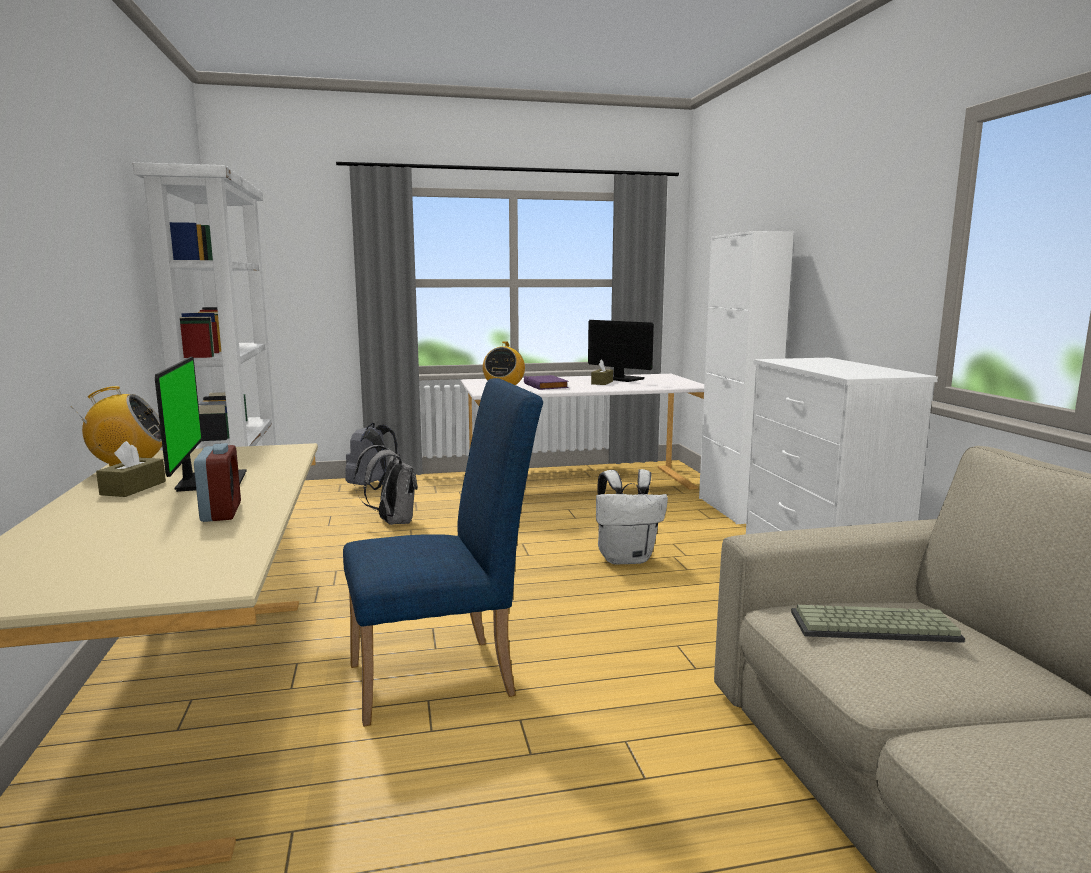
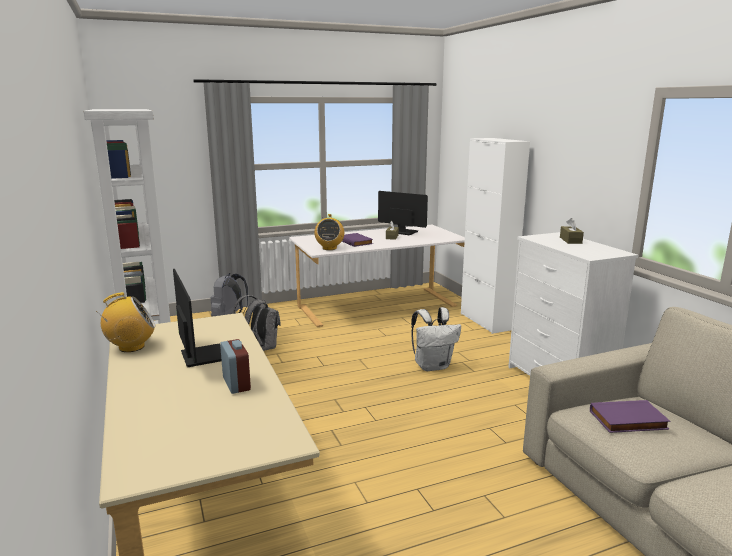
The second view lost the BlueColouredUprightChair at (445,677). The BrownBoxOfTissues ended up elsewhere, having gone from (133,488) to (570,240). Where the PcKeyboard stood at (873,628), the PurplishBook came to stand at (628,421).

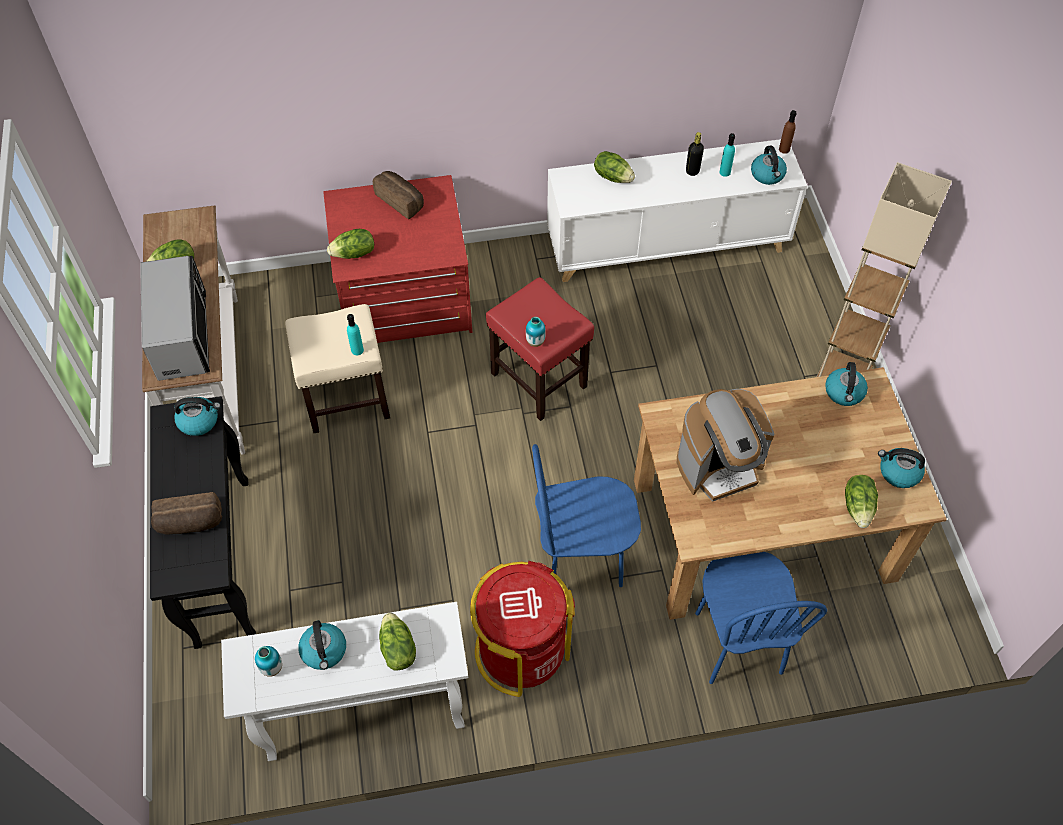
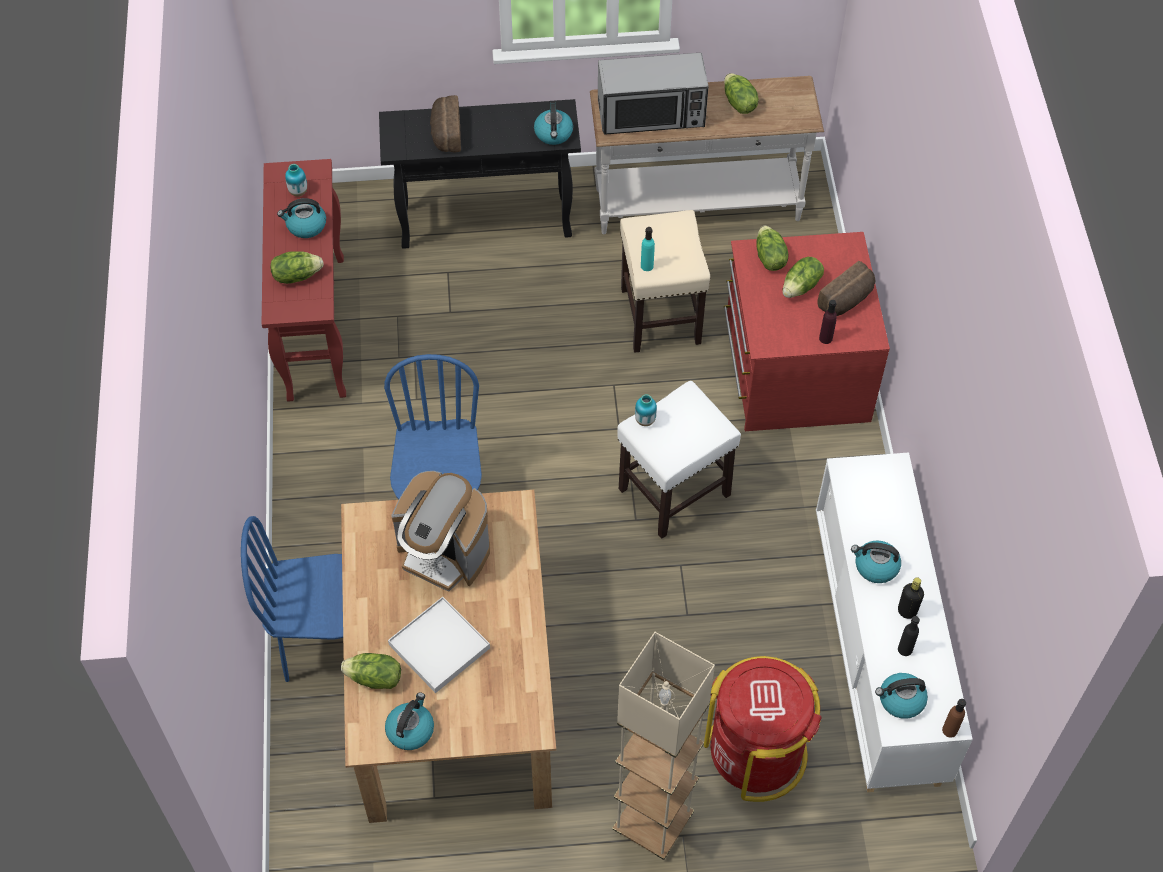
The second view gained the WhitishServingTray at (439,646). The second view gained the PurplishDrinkBottle at (825,338). The RedWasteBin ended up elsewhere, having gone from (521,650) to (756,752). The Lettuce ended up elsewhere, having gone from (613,176) to (801,287). The Kettle ended up elsewhere, having gone from (844,393) to (875,566). What was the WhitishConsoleTable at (362,715) turned into the RedConsoleTable at (315,326). What was the RedStool at (540,380) turned into the WhitishStool at (673,493). What was the TurquoiseDrinkBottle at (725,172) turned into the BlackColouredDrinkBottle at (905,649). The CoffeeBrewer at (719,467) ended up facing another way, 45 degrees counterclockwise from before.

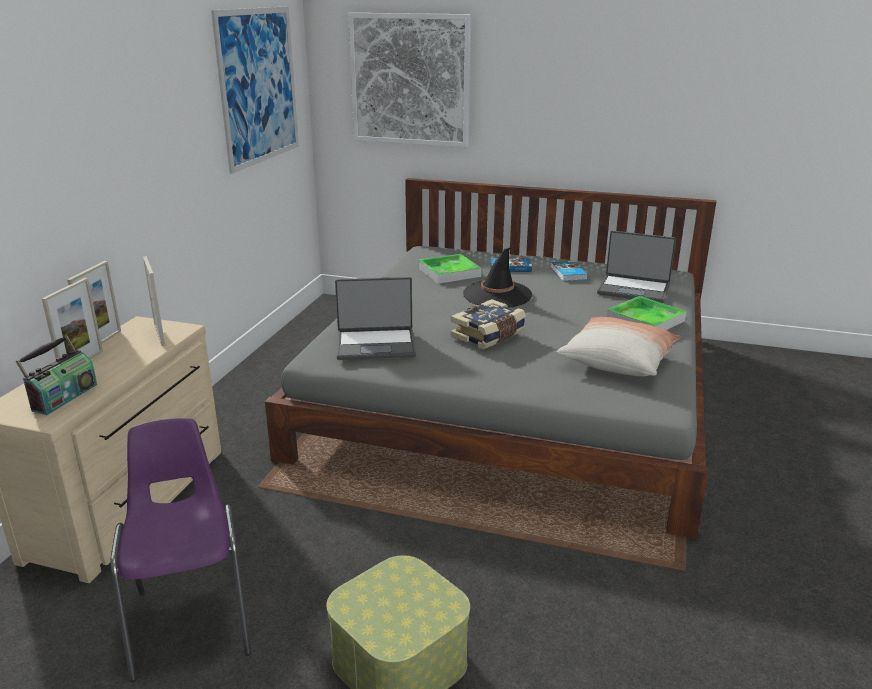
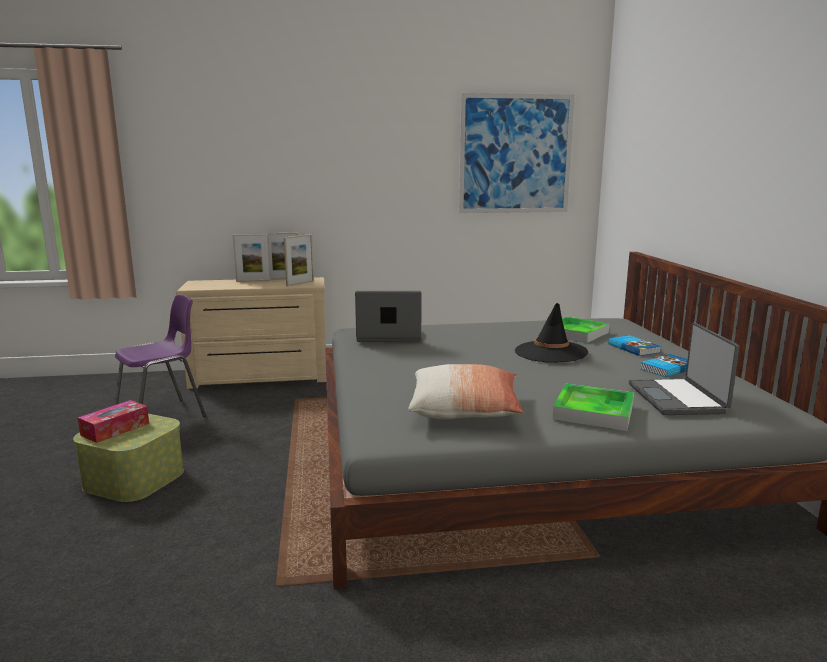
The second view lost the RadioSet at (63,397). The second view lost the Picture at (410,80). The second view lost the Book at (489,335). The second view gained the BoxOfTissues at (115,429). The NotebookComputer at (376,345) ended up facing another way, 120 degrees clockwise from before.

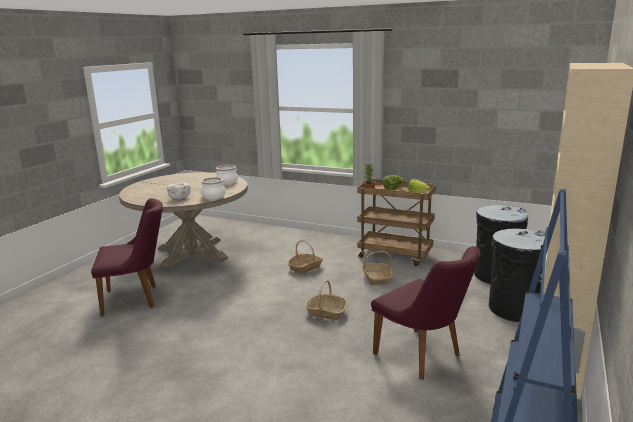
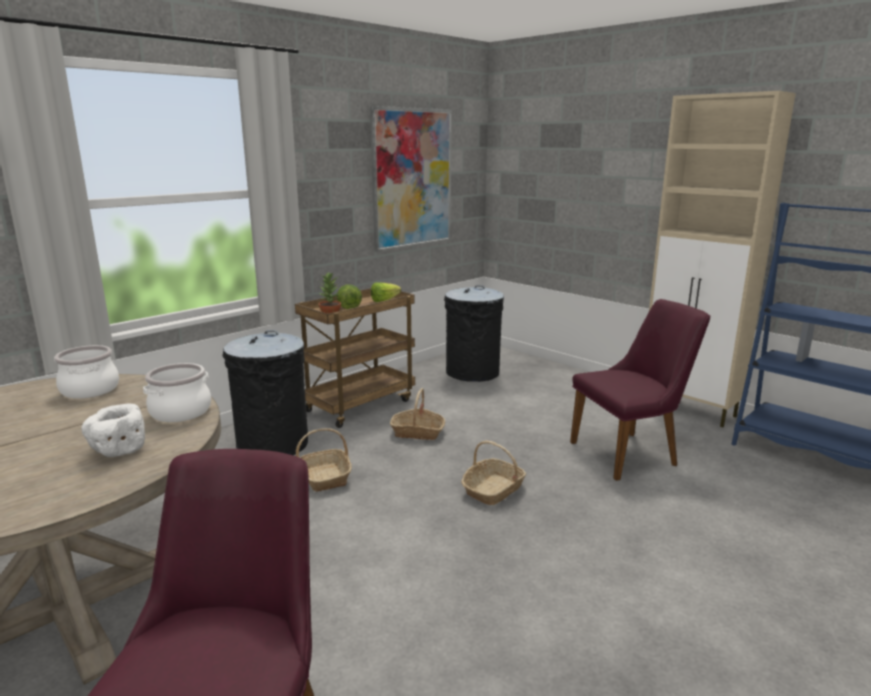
The second view gained the Picture at (412,179). The BlackColouredWasteBin ended up elsewhere, having gone from (514,309) to (272,444).

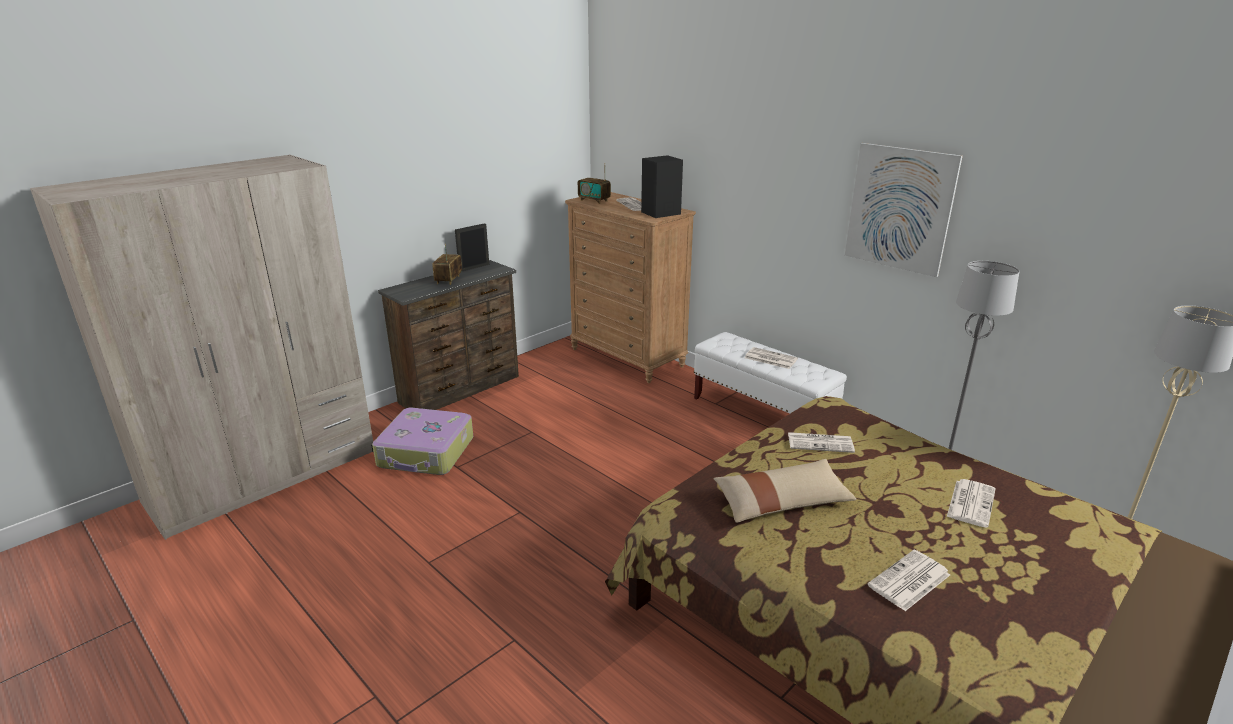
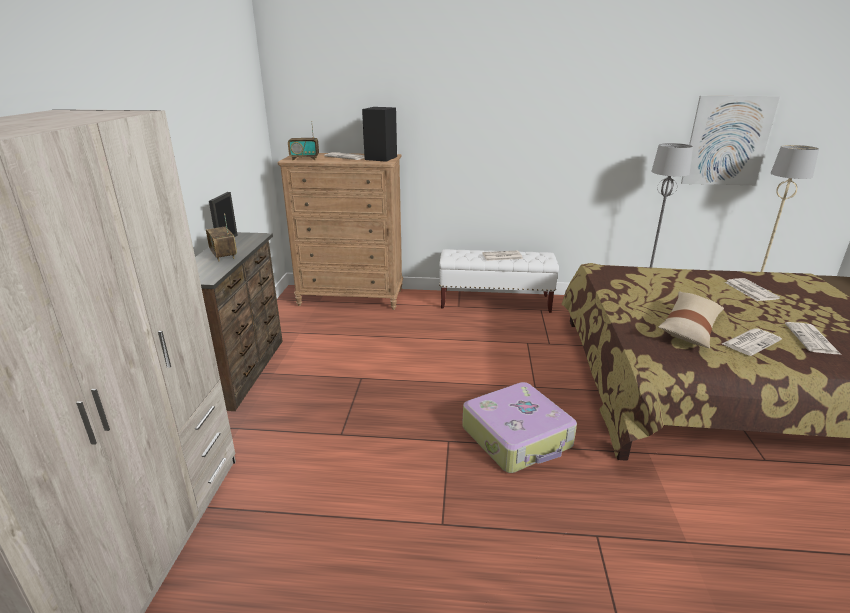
The TravelCase ended up elsewhere, having gone from (426,453) to (517,437). The Newspaper ended up elsewhere, having gone from (821,443) to (751,342). The Picture ended up elsewhere, having gone from (899,209) to (727,141).

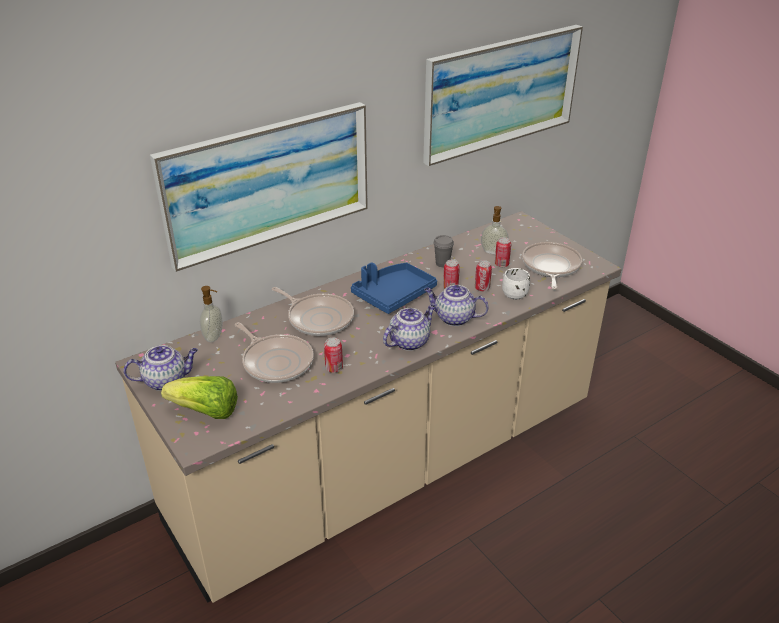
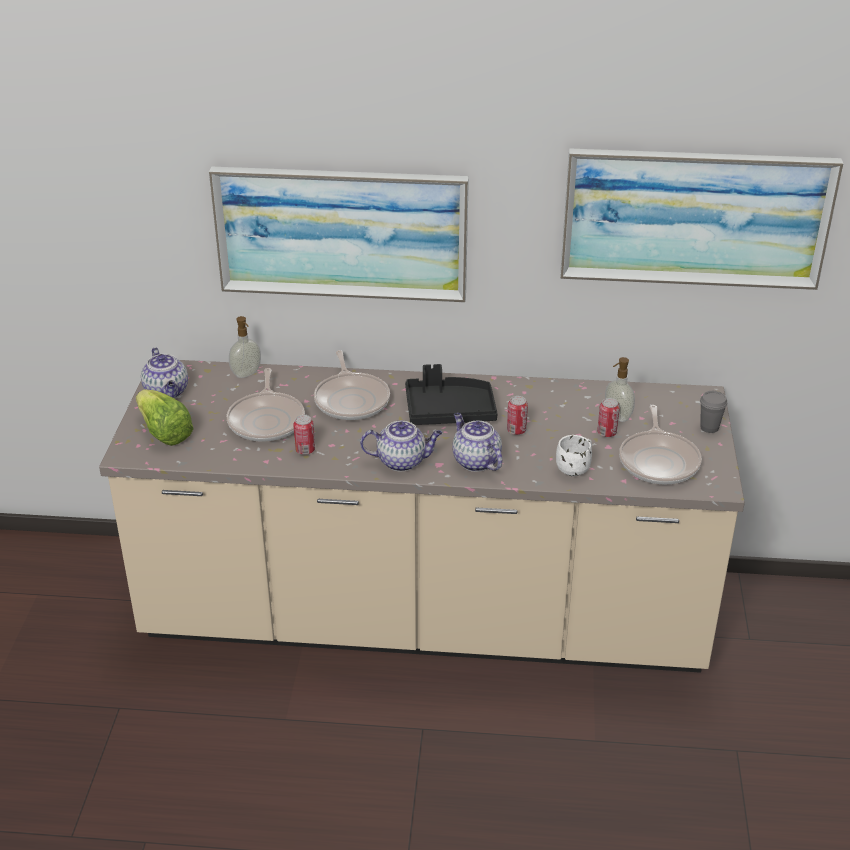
The second view lost the Can at (482,288). The GraySmallCup ended up elsewhere, having gone from (442,263) to (709,427). What was the BlueColouredServingTray at (393,295) turned into the BlackColouredServingTray at (449,411). The PotForTea at (166,380) ended up facing another way, 45 degrees clockwise from before. The FryingPan at (550,267) ended up facing another way, 135 degrees clockwise from before.

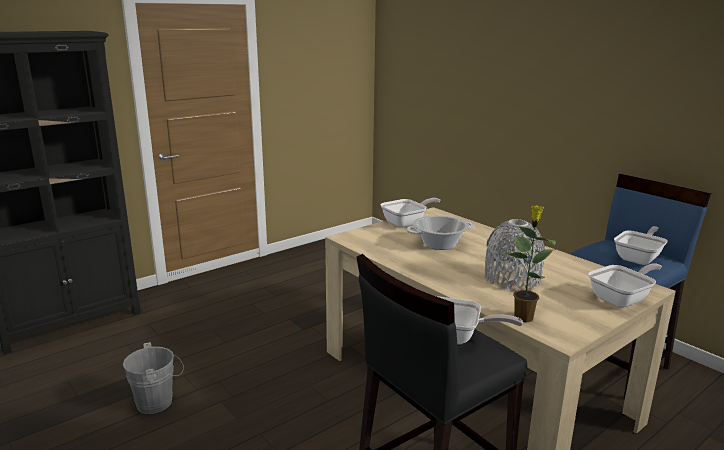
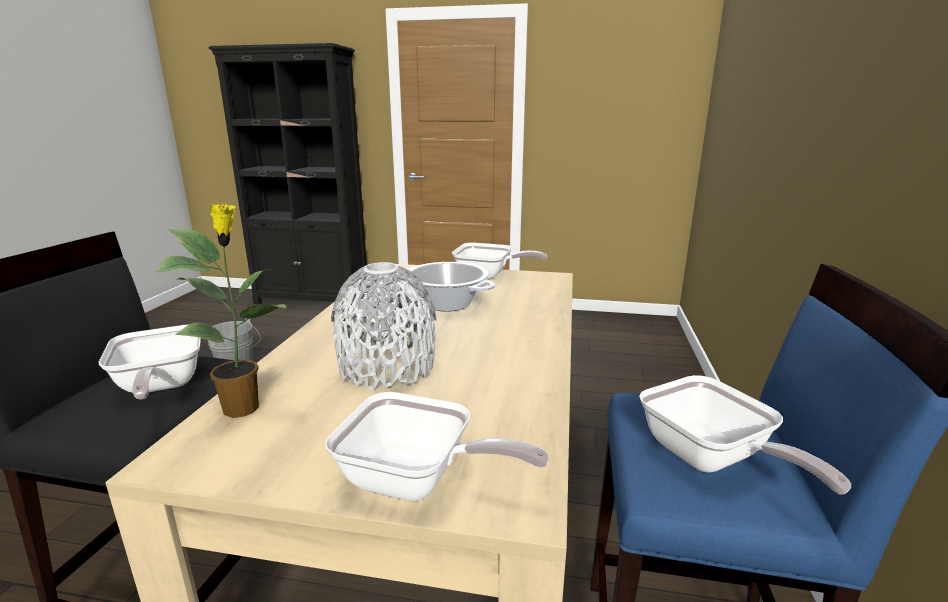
The FryingPan at (639,258) ended up facing another way, 60 degrees clockwise from before.

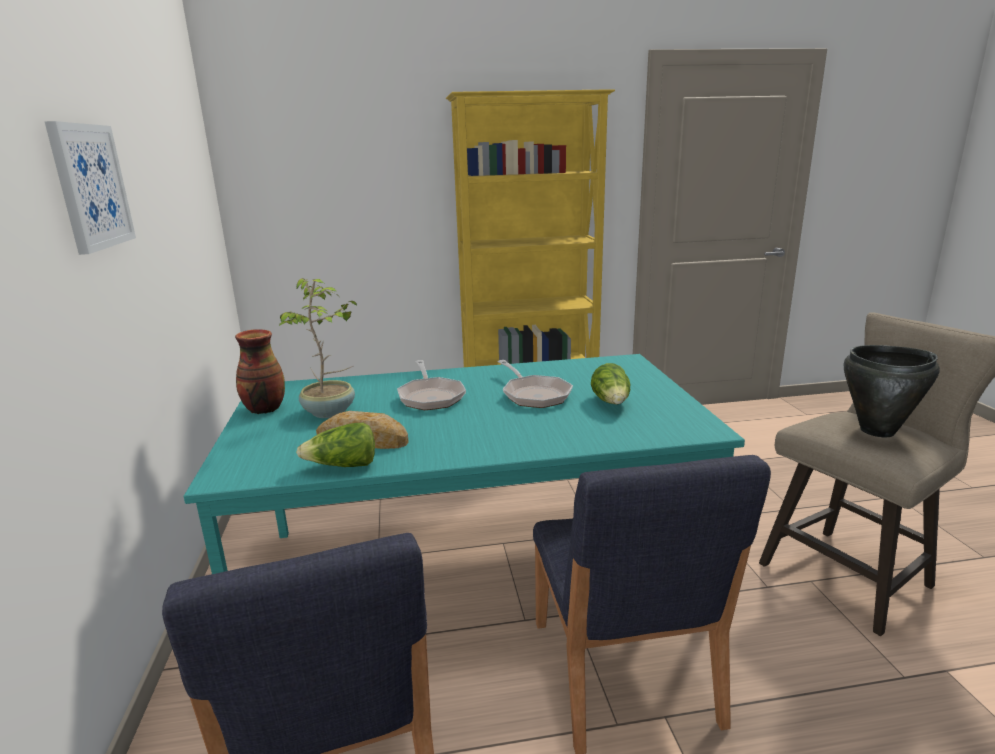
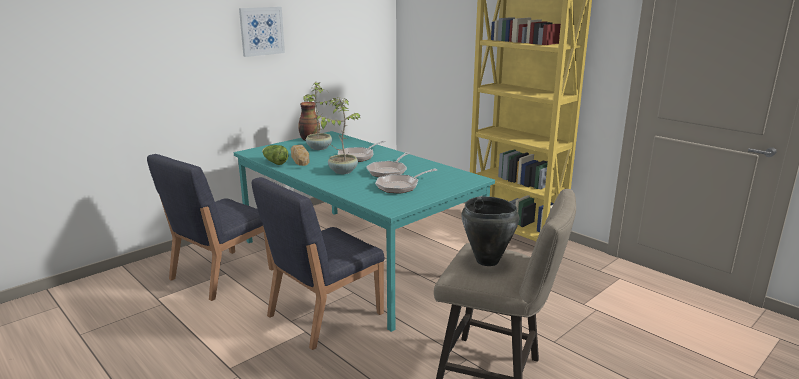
The second view gained the Houseplant at (342,171). Where the Lettuce stood at (611,402), the FryingPan came to stand at (400,186).

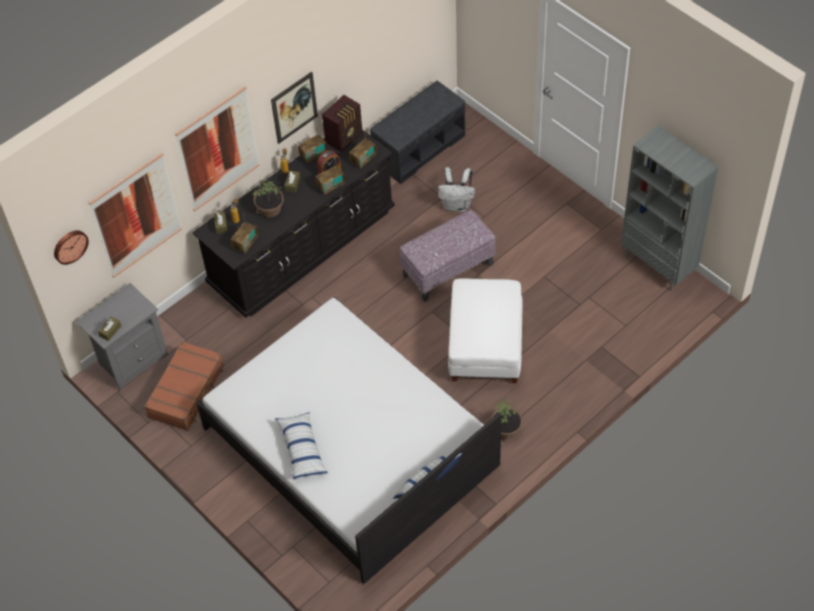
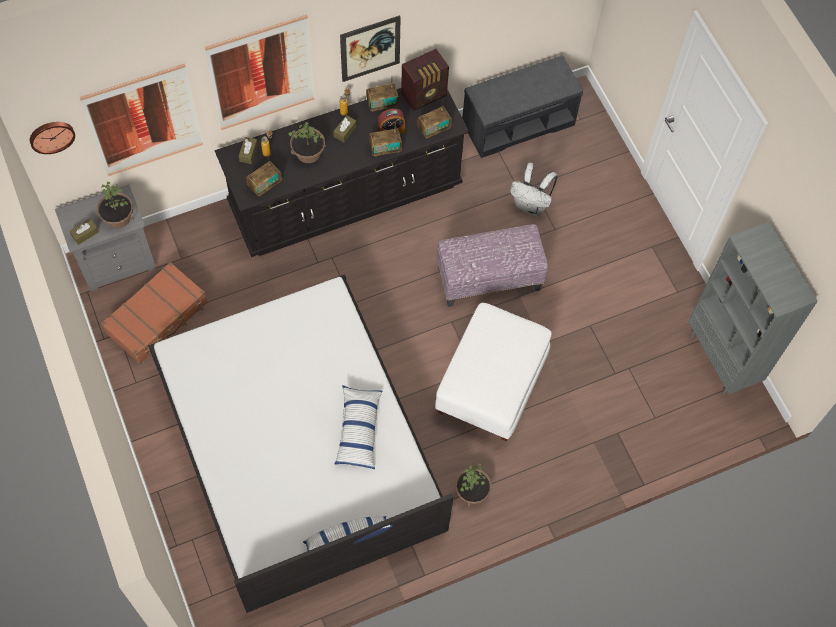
The second view gained the Houseplant at (118,217). The Pillow ended up elsewhere, having gone from (302,450) to (358,430).

